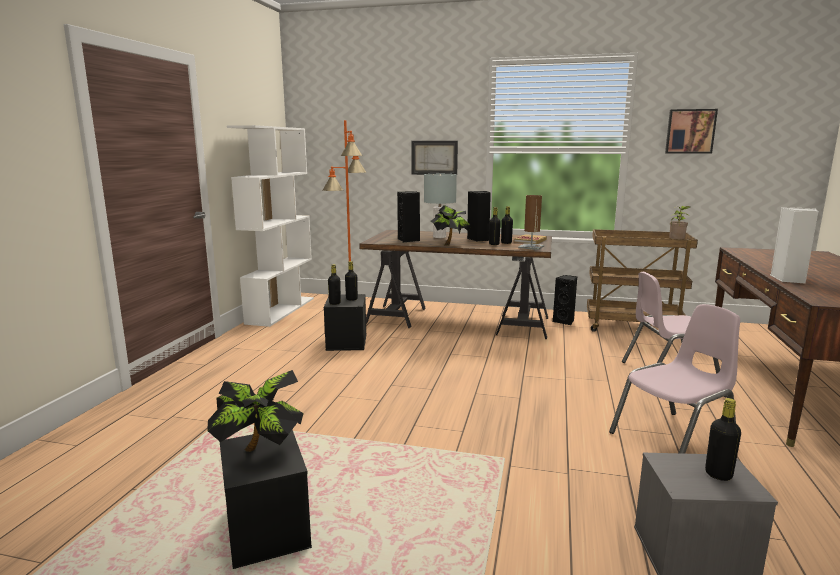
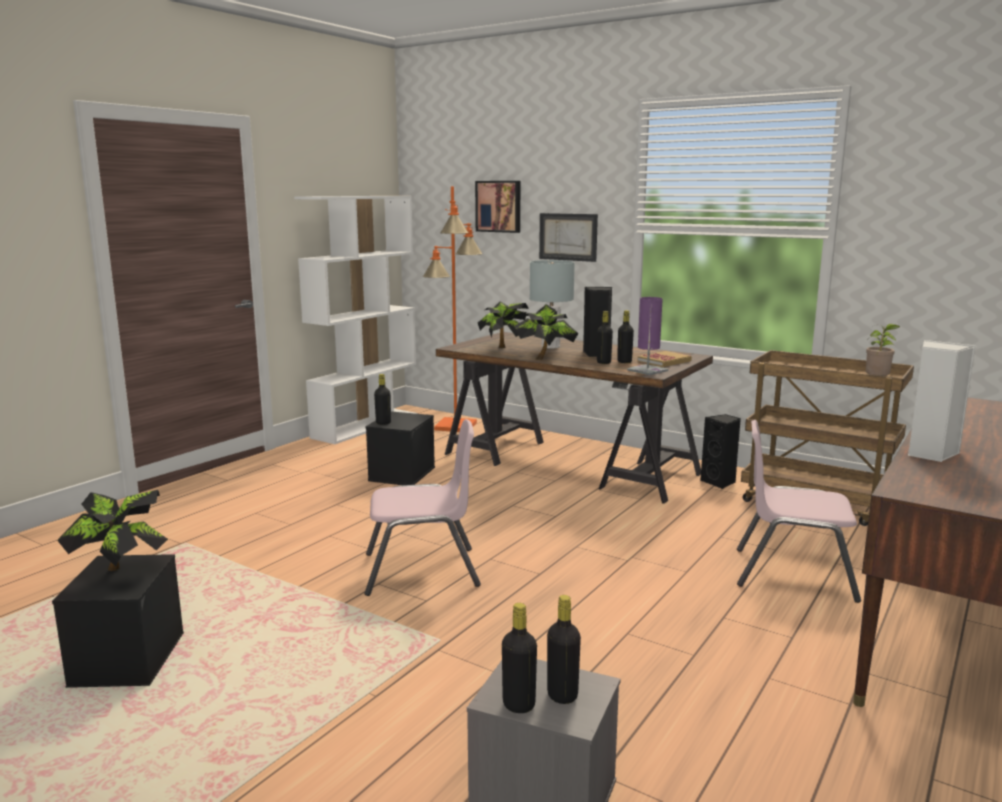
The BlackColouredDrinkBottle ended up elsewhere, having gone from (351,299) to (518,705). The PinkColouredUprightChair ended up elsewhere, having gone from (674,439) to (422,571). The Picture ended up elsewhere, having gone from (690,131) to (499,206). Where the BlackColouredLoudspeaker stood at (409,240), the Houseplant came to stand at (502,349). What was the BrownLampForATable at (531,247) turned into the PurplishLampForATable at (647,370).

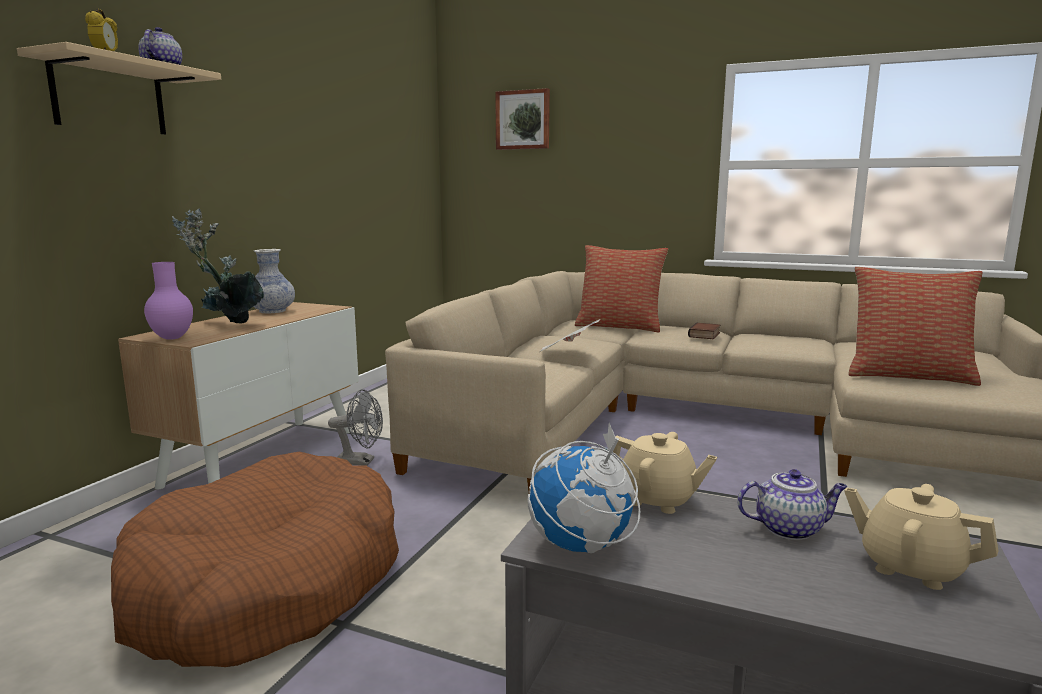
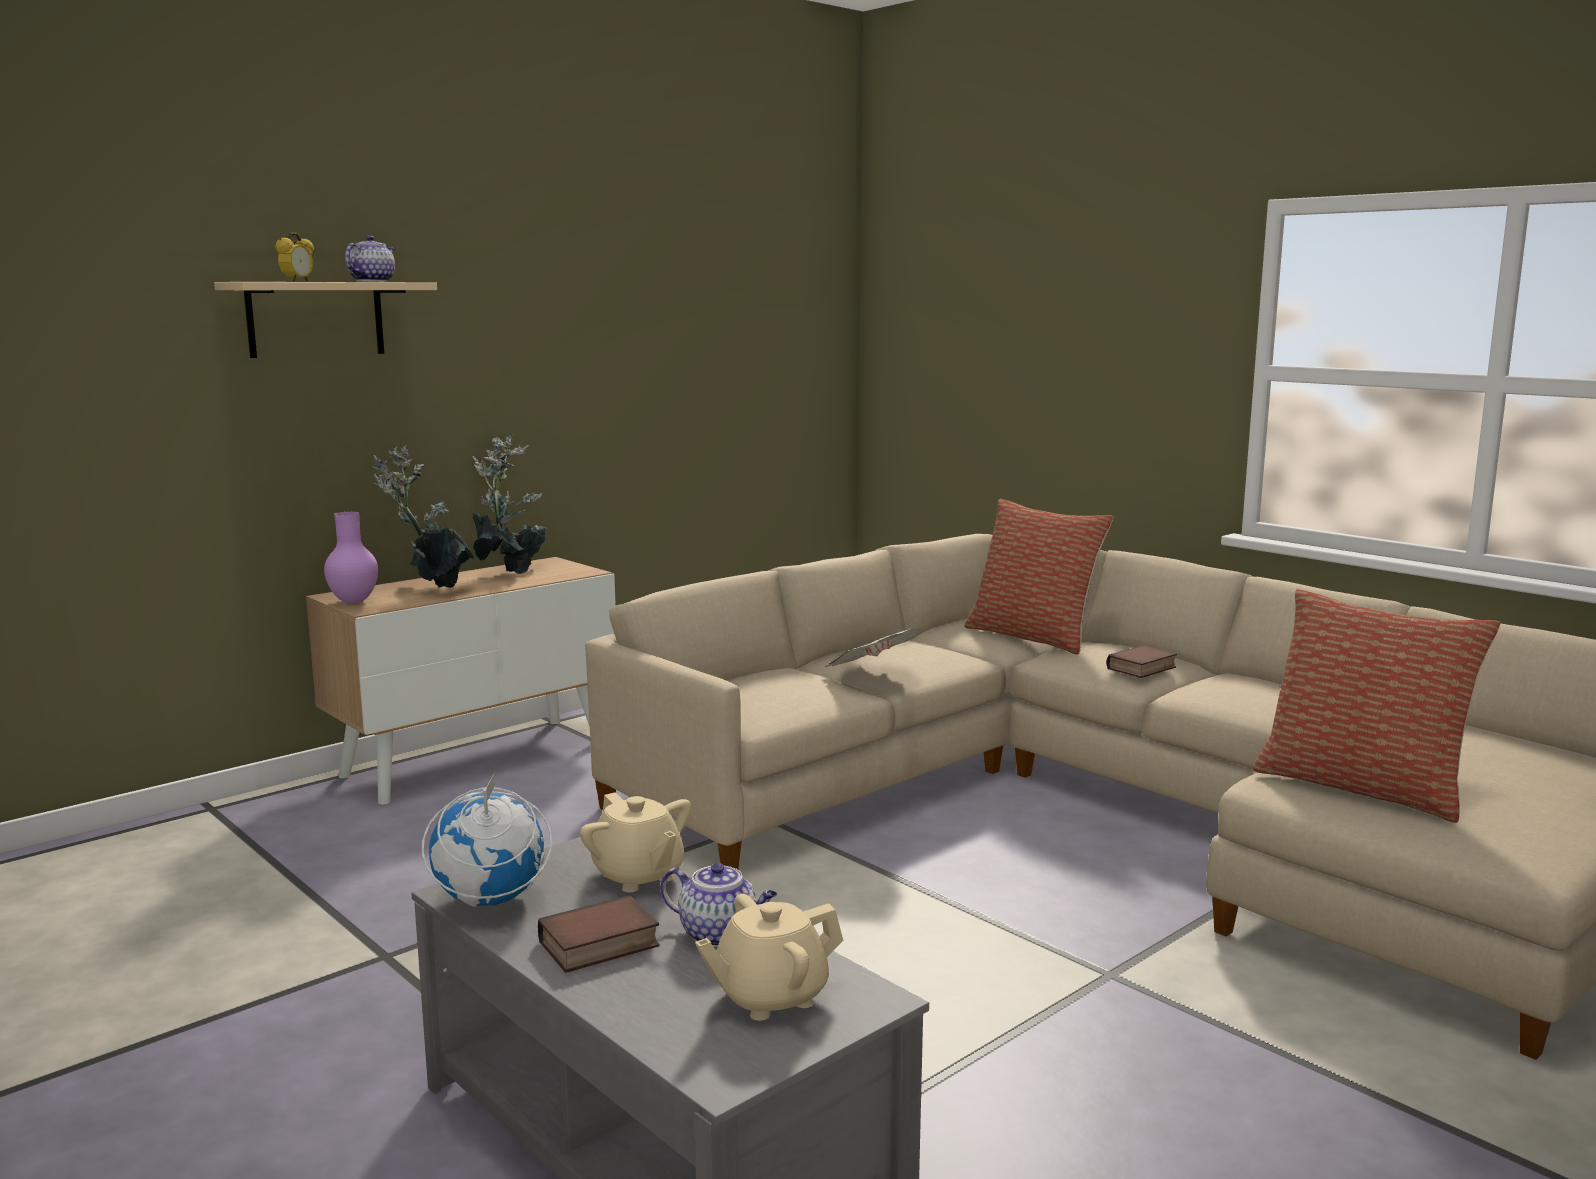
The second view lost the BrownDogBed at (268,584). The second view lost the GrayFan at (361,461). The second view lost the Picture at (523,120). The second view gained the Book at (598,946). Where the DecorativeVase stood at (272,311), the Houseplant came to stand at (509,571). The BeigePotForTea at (910,567) ended up facing another way, 90 degrees counterclockwise from before.

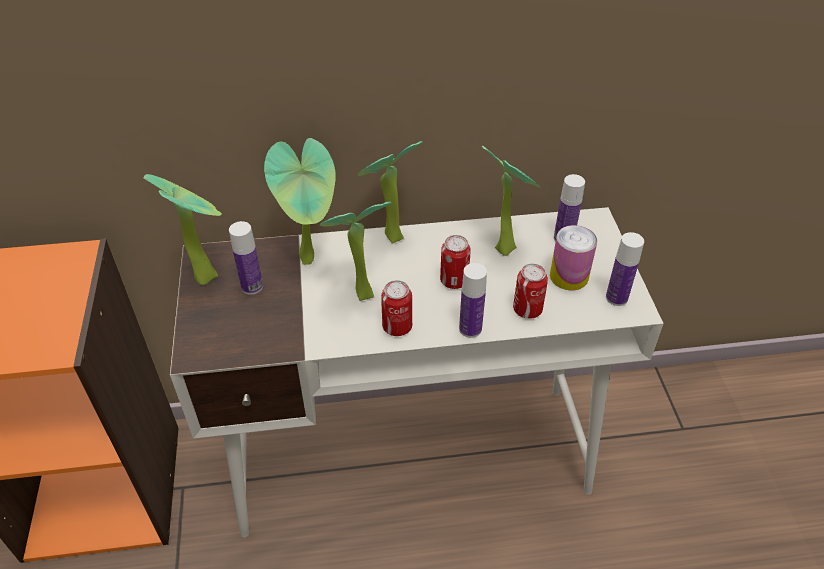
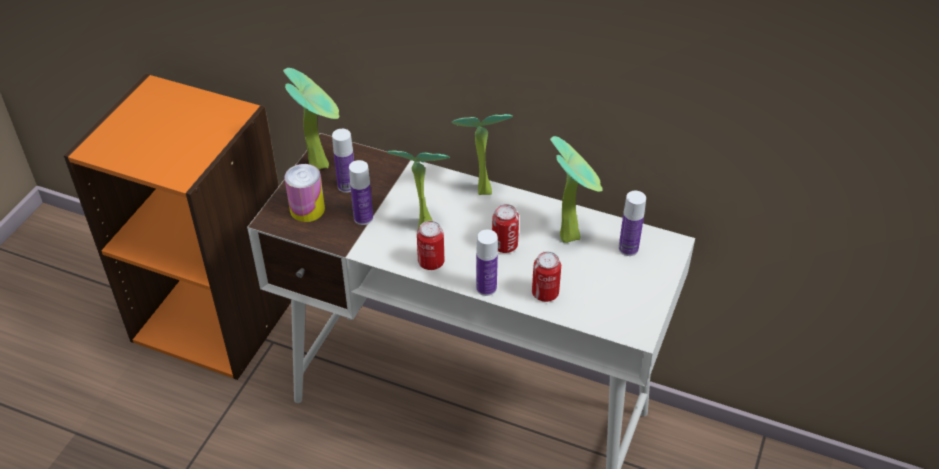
The second view lost the Houseplant at (311,258). The Can ended up elsewhere, having gone from (569,276) to (307,209). The DrinkBottle ended up elsewhere, having gone from (616,298) to (363,218).

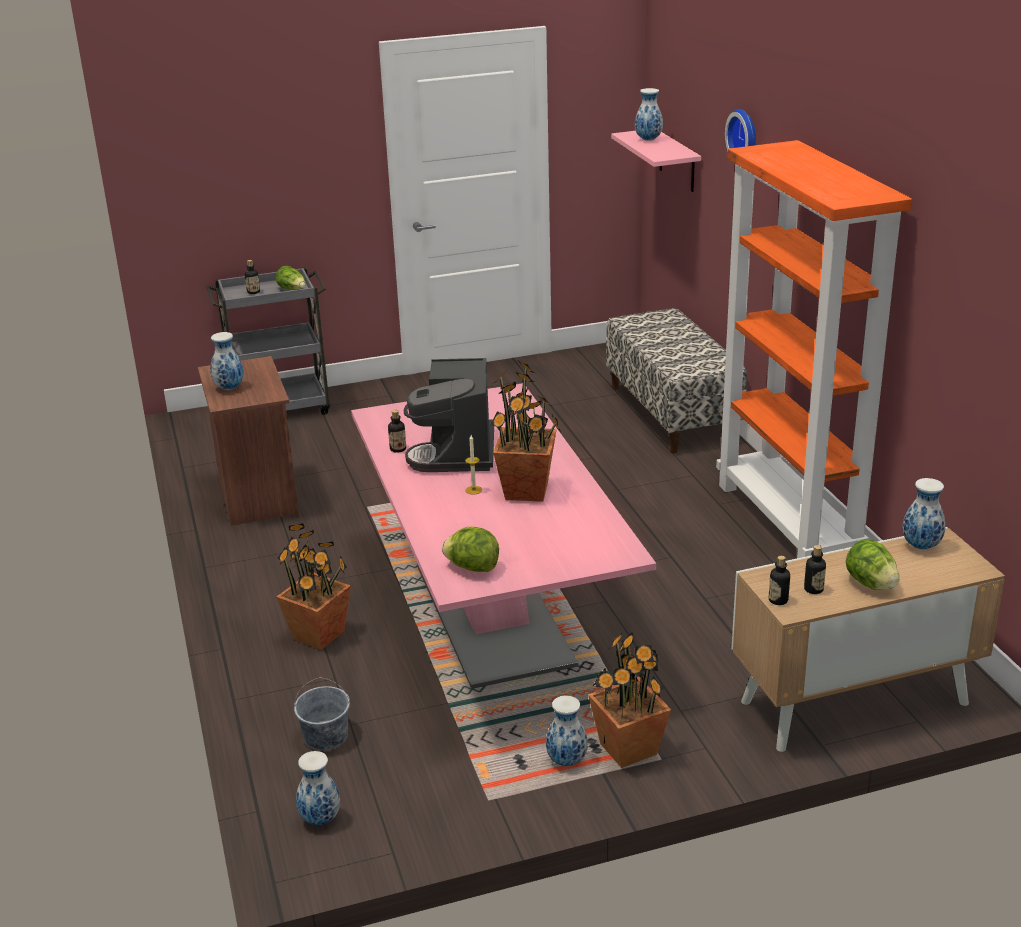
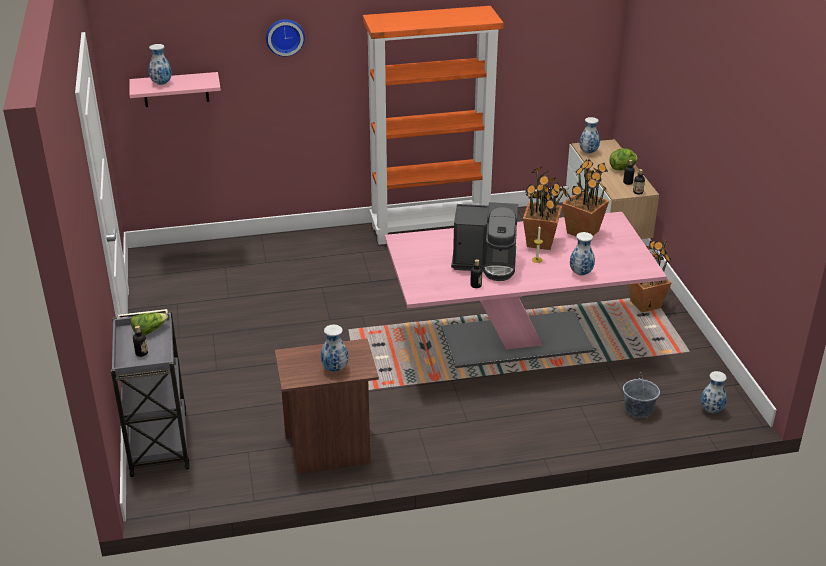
The second view lost the Lettuce at (472,568). The second view lost the IndoorBench at (672,413). The Houseplant ended up elsewhere, having gone from (320,635) to (583,231). The DecorativeVase ended up elsewhere, having gone from (567,761) to (580,273).

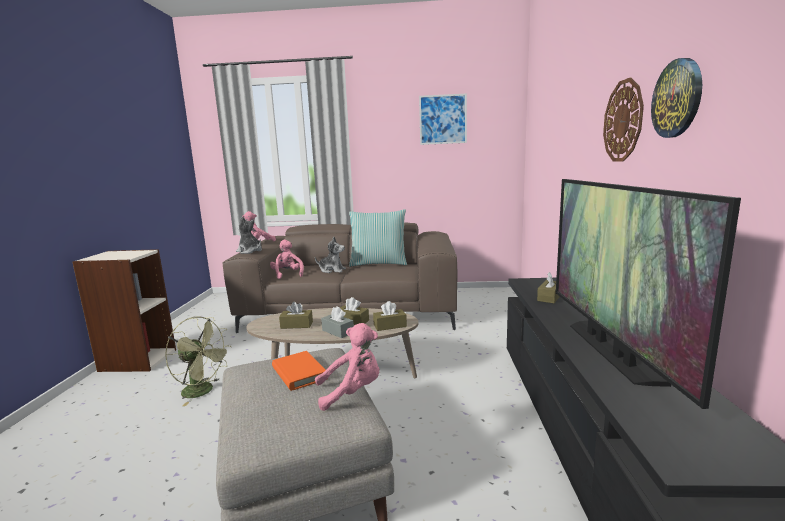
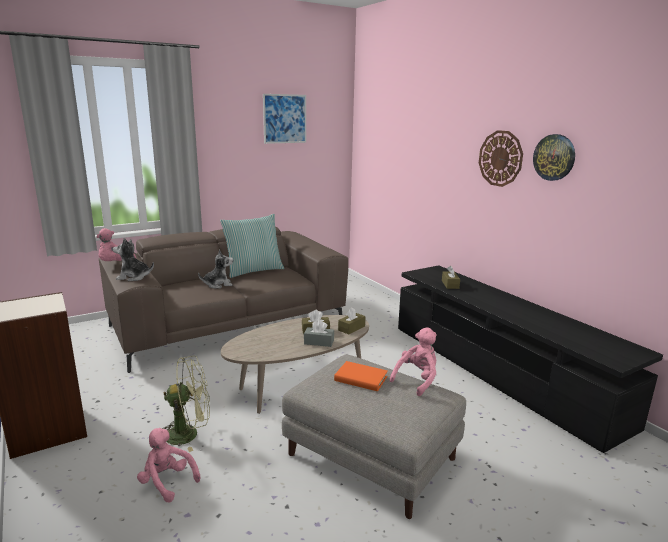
The second view lost the BrownBoxOfTissues at (296,325). The second view lost the TvSet at (611,350). The PinkColouredPlushToy ended up elsewhere, having gone from (287,275) to (167,482).

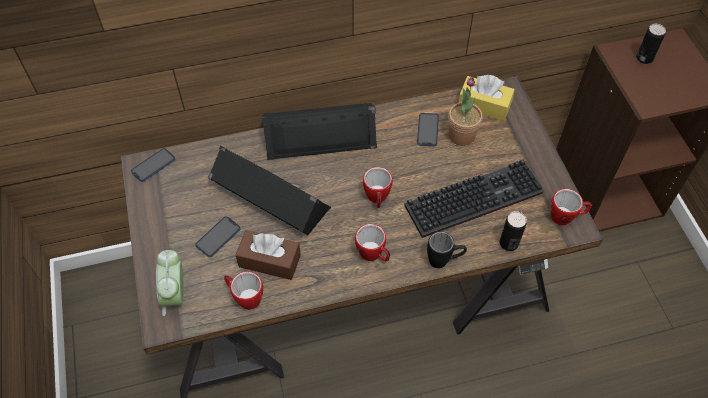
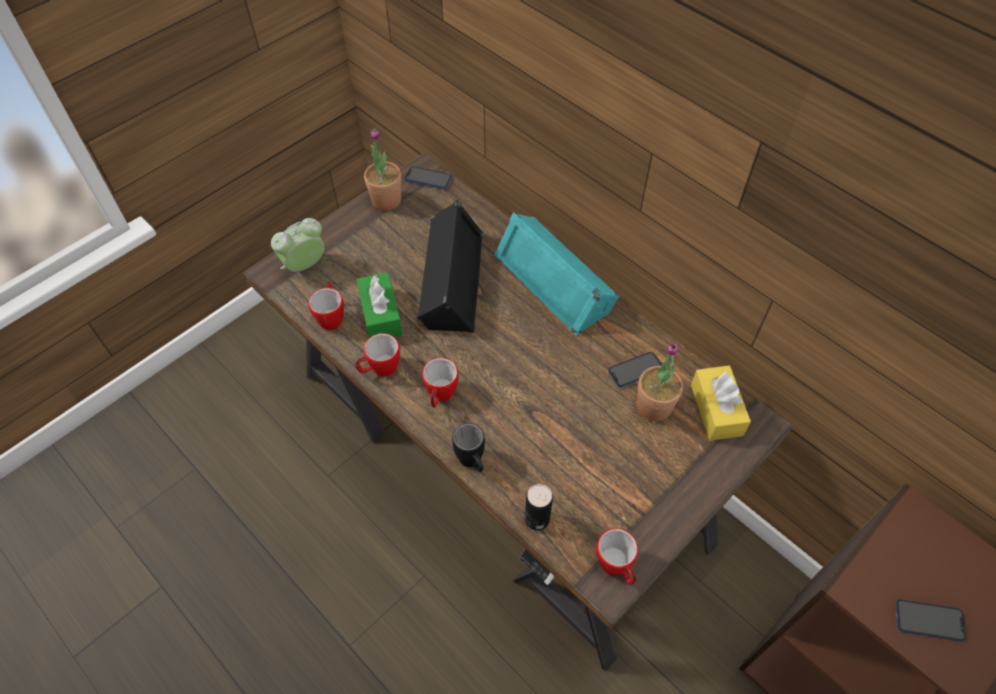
The second view lost the PcKeyboard at (474,197). The second view lost the Can at (644,58). The second view gained the Houseplant at (386,200). The Telephone ended up elsewhere, having gone from (218,237) to (929,621). The CoffeeMug ended up elsewhere, having gone from (377,199) to (380,369). What was the BrownBoxOfTissues at (269,261) turned into the GreenBoxOfTissues at (381,314). What was the BlackColouredLoudspeaker at (319,134) turned into the TurquoiseLoudspeaker at (555,279).

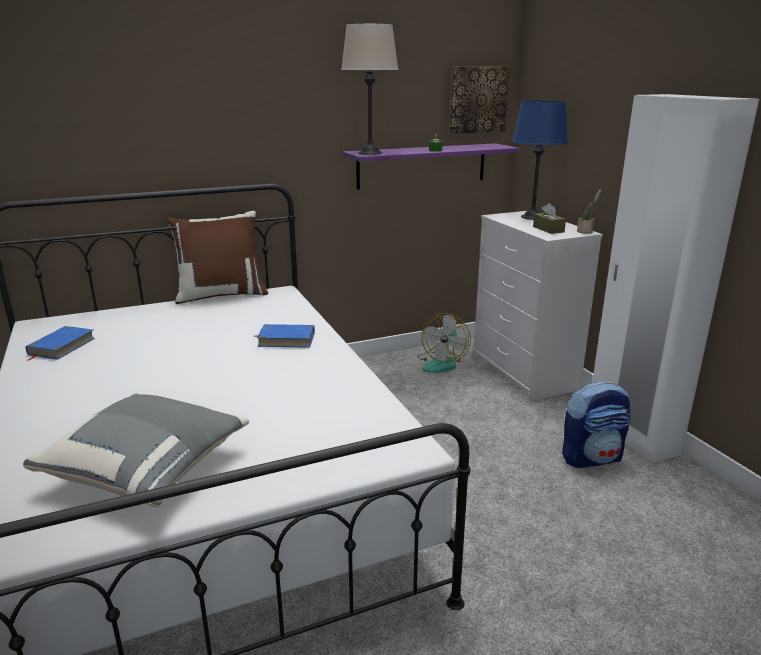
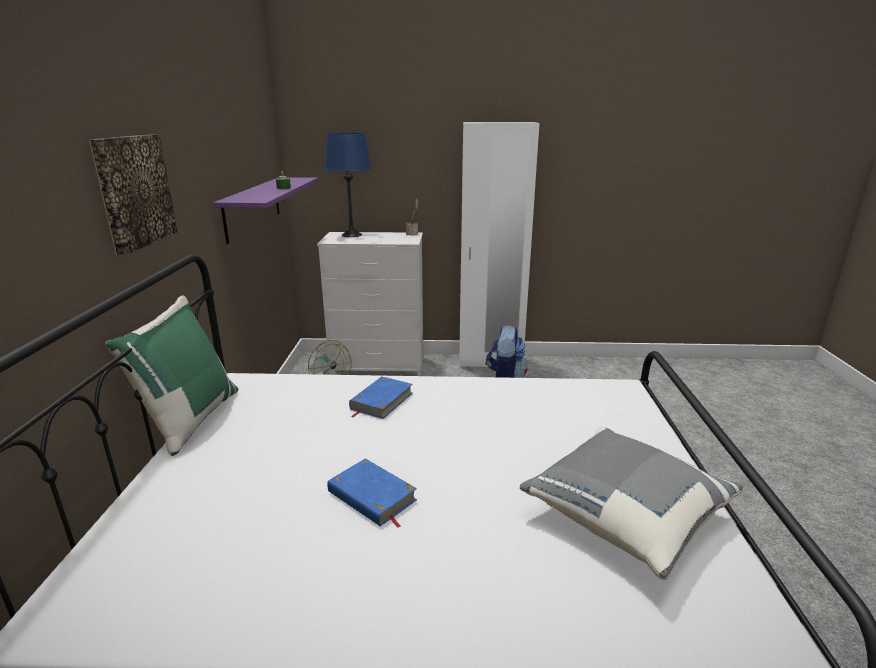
The second view lost the BeigeLampForATable at (370,153). The second view lost the BrownBoxOfTissues at (548,229). The BlueColouredBook ended up elsewhere, having gone from (61,346) to (372,496). The Picture ended up elsewhere, having gone from (477,100) to (134,191). What was the BrownPillow at (221,295) turned into the GreenPillow at (190,419).

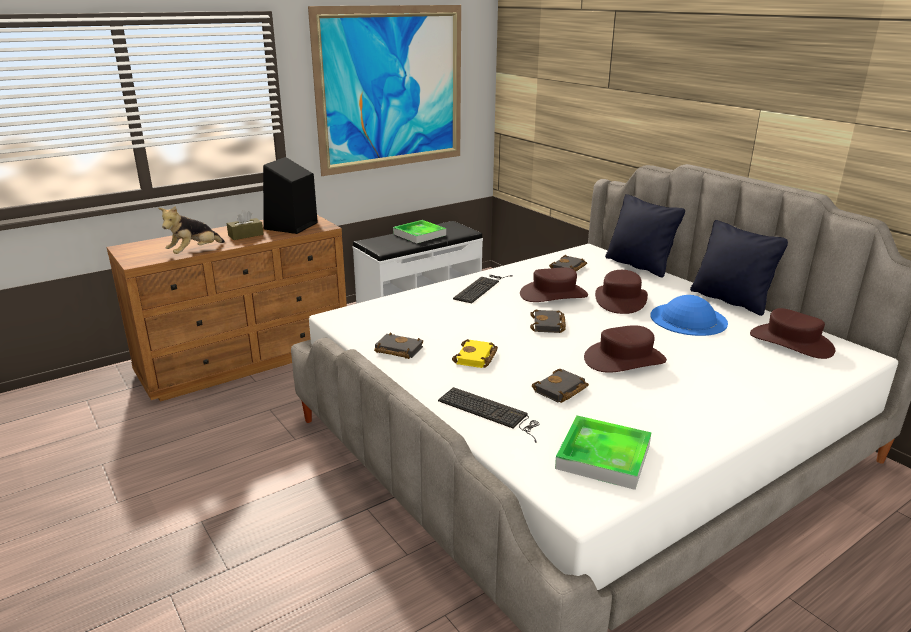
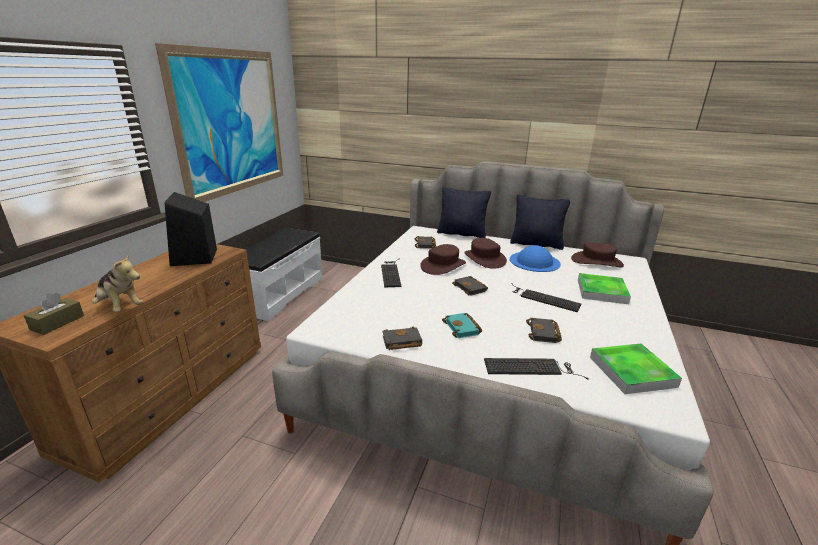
The BrownBoxOfTissues ended up elsewhere, having gone from (246,235) to (57,323). The ServingTray ended up elsewhere, having gone from (419,234) to (601,291). Where the BrownClothingHat stood at (624,359), the PcKeyboard came to stand at (543,298). What was the YellowishBook at (476,358) turned into the TurquoiseBook at (463,328). The PlushToy at (194,252) ended up facing another way, 60 degrees counterclockwise from before.

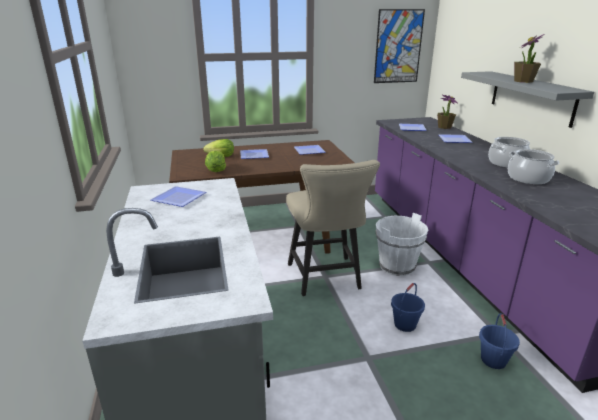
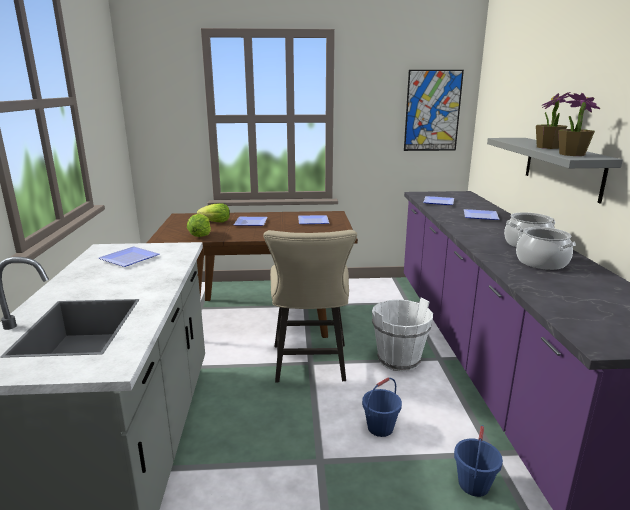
The Houseplant ended up elsewhere, having gone from (444,127) to (571,154).

